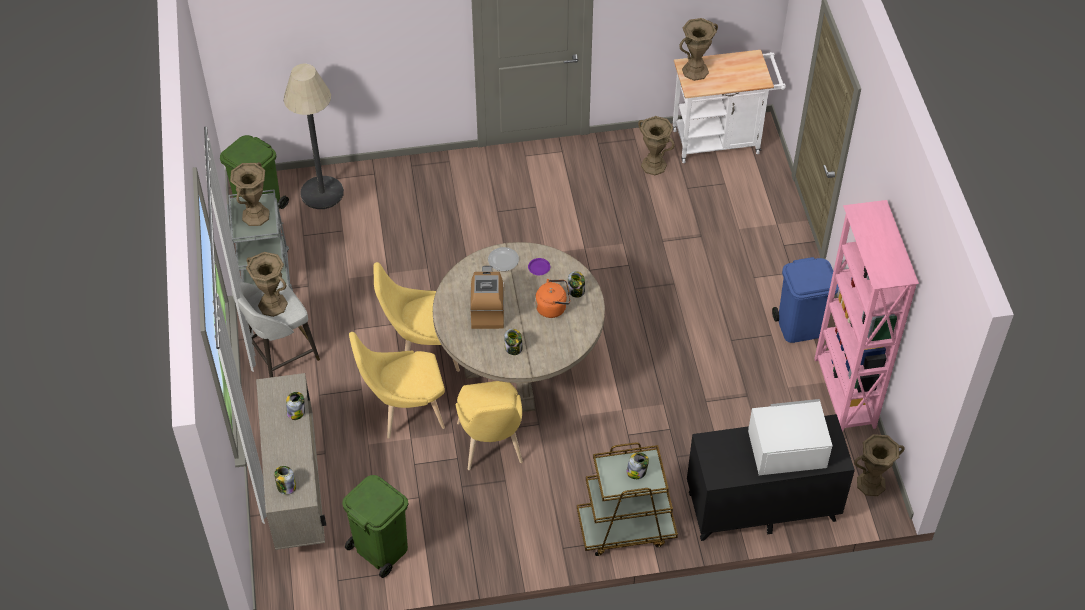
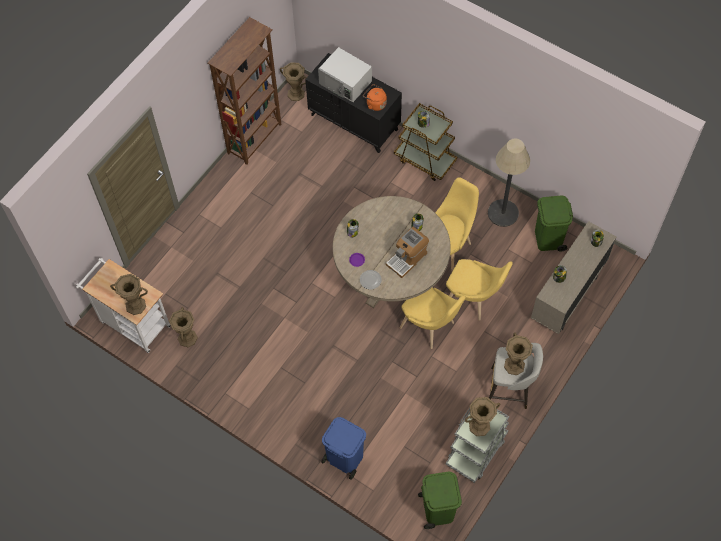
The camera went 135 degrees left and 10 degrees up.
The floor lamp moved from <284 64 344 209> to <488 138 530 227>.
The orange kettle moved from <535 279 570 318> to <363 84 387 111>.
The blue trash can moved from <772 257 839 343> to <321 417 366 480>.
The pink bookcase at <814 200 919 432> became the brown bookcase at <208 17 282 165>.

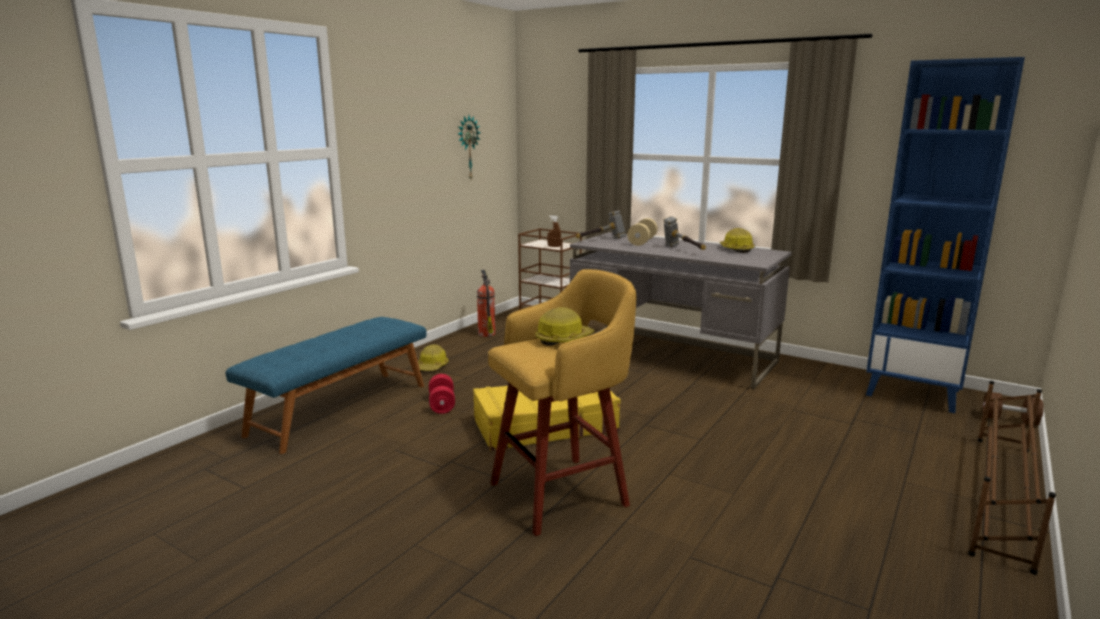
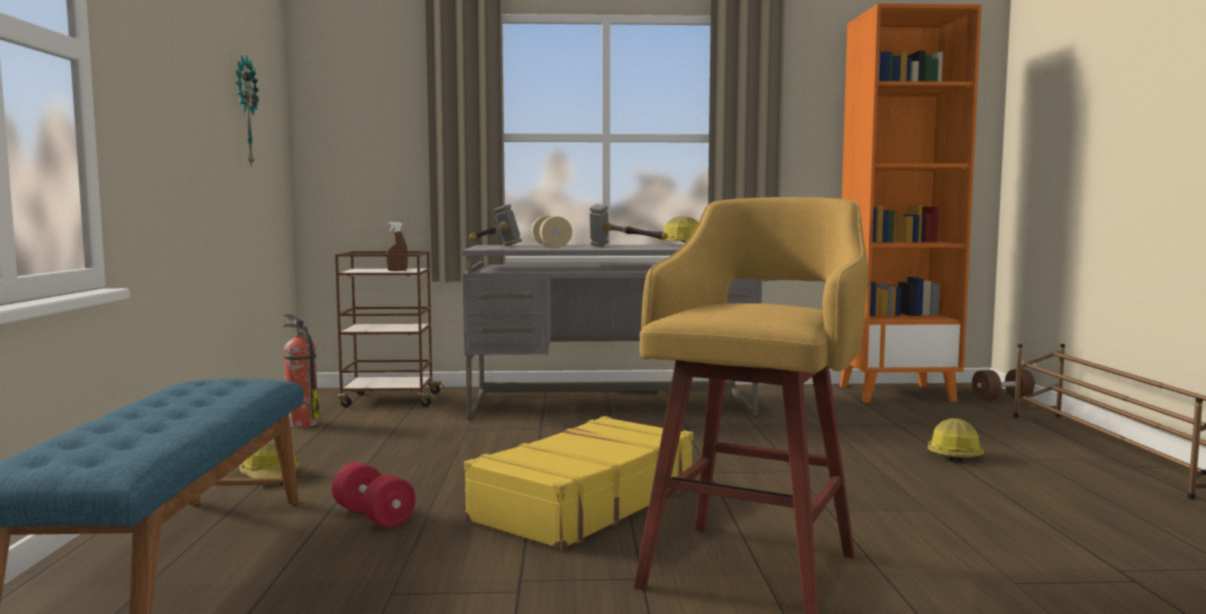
The camera went 35 degrees left and 10 degrees down.
The hard hat moved from <535 307 595 346> to <928 418 984 462>.
The blue bookcase at <866 57 1025 413> became the orange bookcase at <840 4 982 403>.

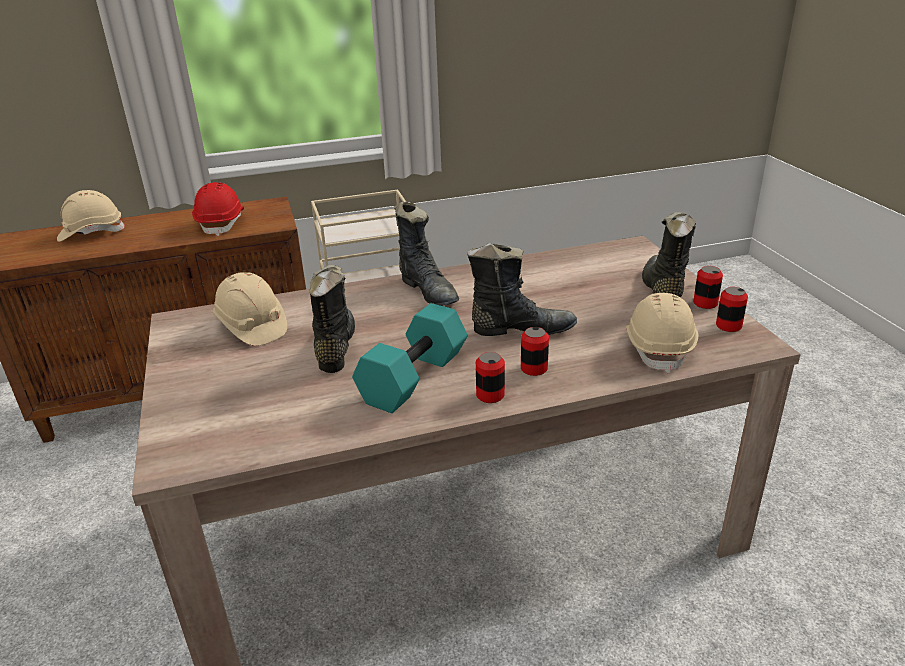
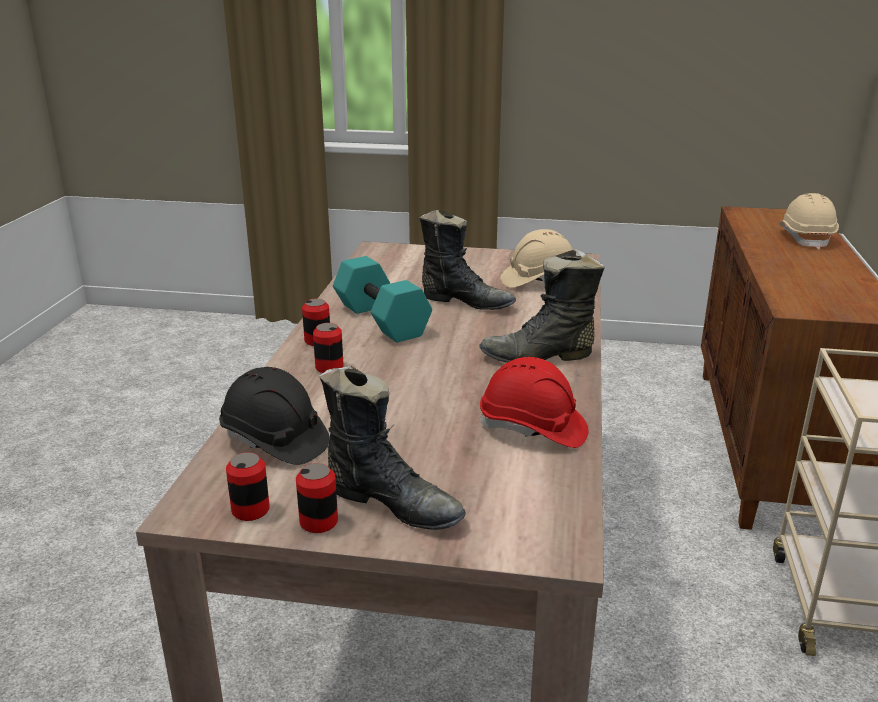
The camera went 115 degrees right and 5 degrees down.
The black boot at <467 243 577 336> disappeared.
The red hard hat moved from <192 182 244 236> to <479 357 589 448>.
The beige hard hat at <626 293 698 374> became the black hard hat at <219 367 330 465>.

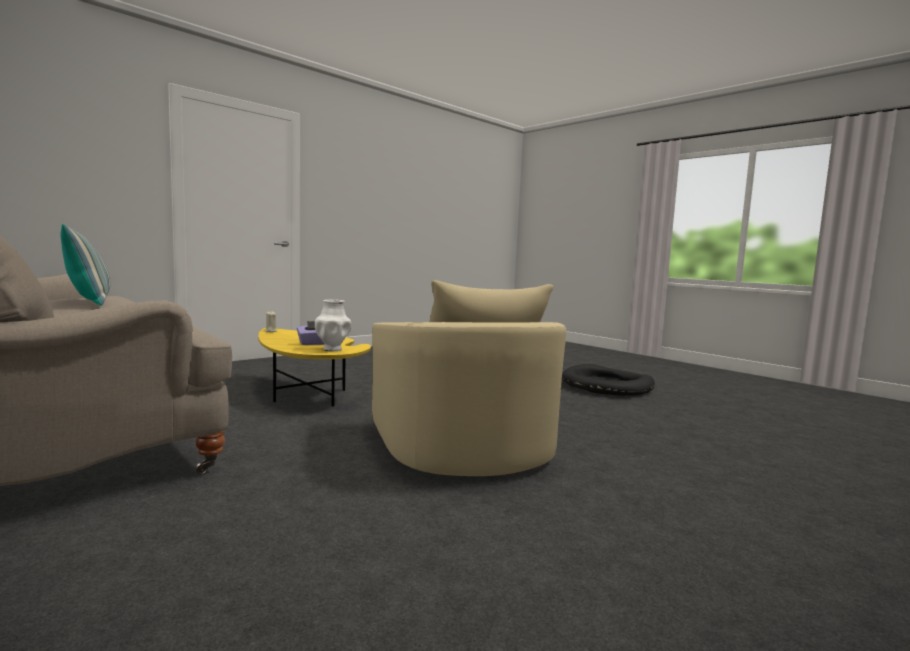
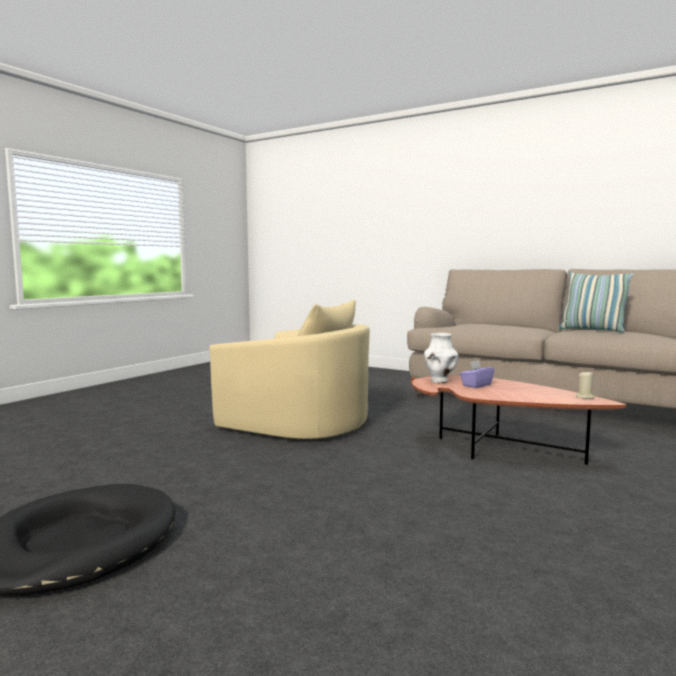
The camera went 165 degrees right and 0 degrees up.
The yellow coffee table at <258 328 371 407> became the brown coffee table at <412 375 627 465>.
The beige armchair at <372 280 566 476> turned 150 degrees clockwise.

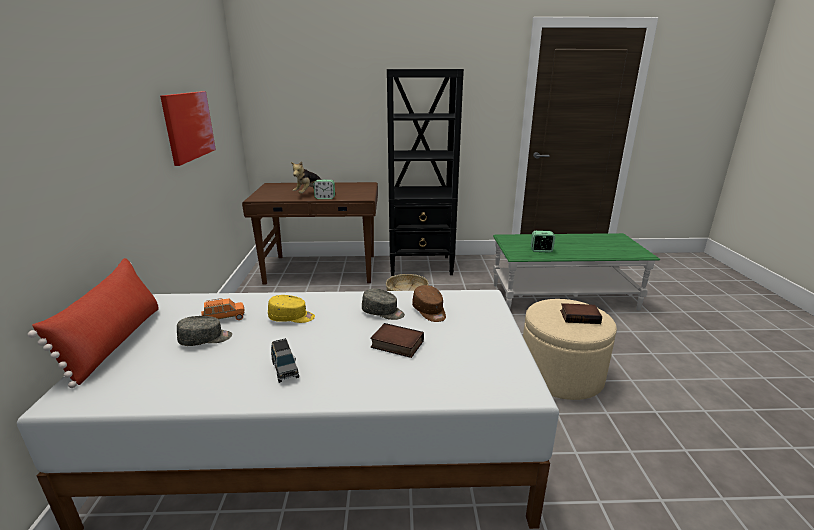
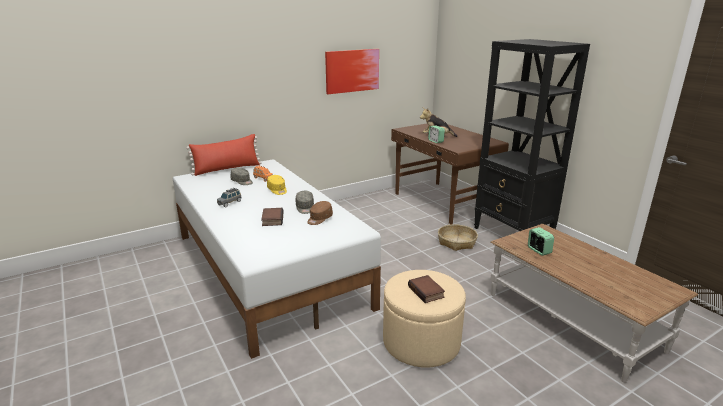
The camera went 60 degrees right and 0 degrees up.
The green coffee table at <493 233 660 311> became the brown coffee table at <490 224 698 383>.

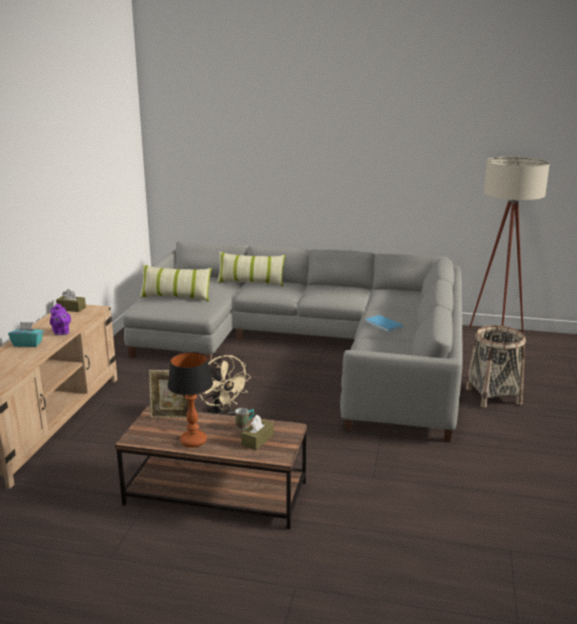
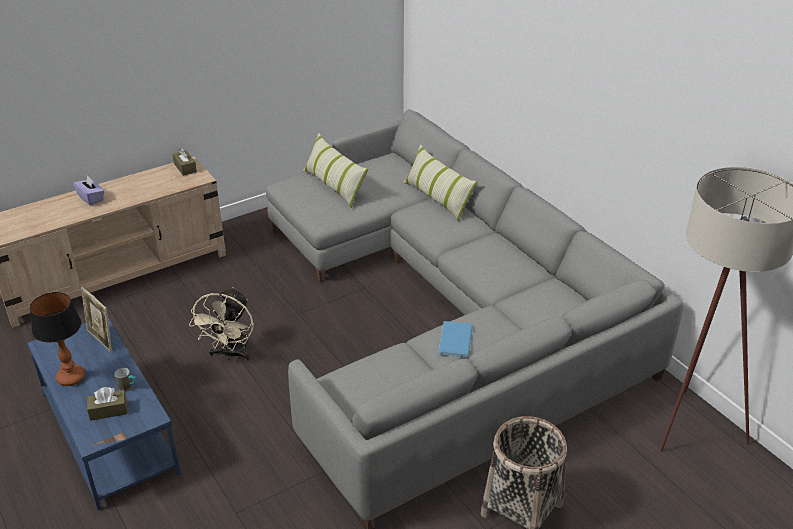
The camera went 45 degrees right and 15 degrees up.
The purple teapot at <50 303 71 335> disappeared.
The turquoise tissue box at <8 322 44 347> became the purple tissue box at <73 175 105 205>.
The brown coffee table at <115 406 307 529> became the blue coffee table at <27 318 181 511>.

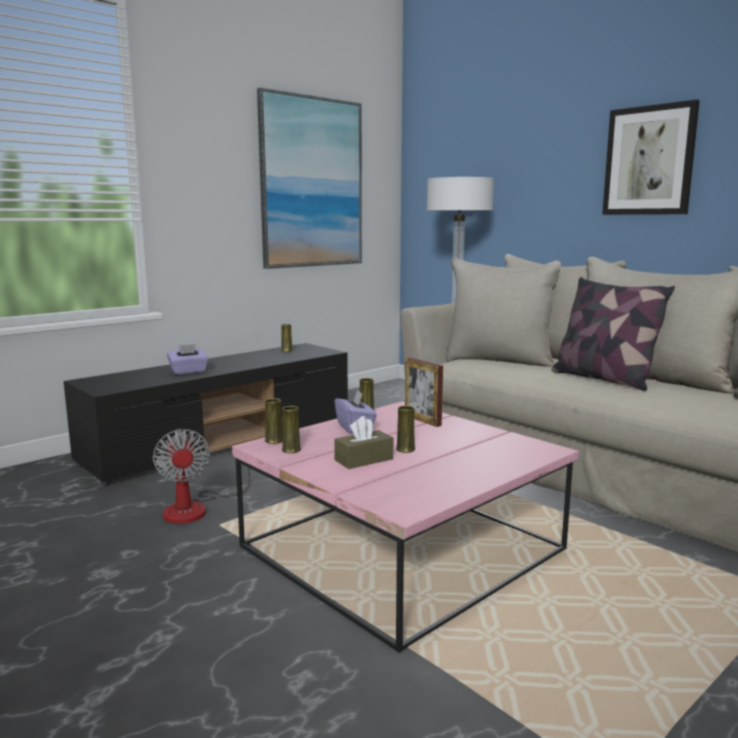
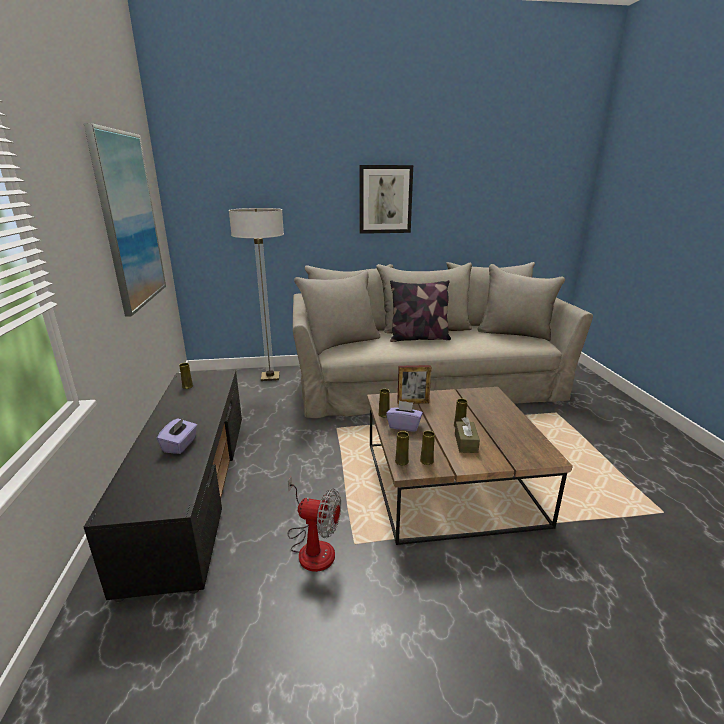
The camera went 55 degrees left and 10 degrees up.
The pink coffee table at <232 401 579 653> became the brown coffee table at <367 387 573 545>.

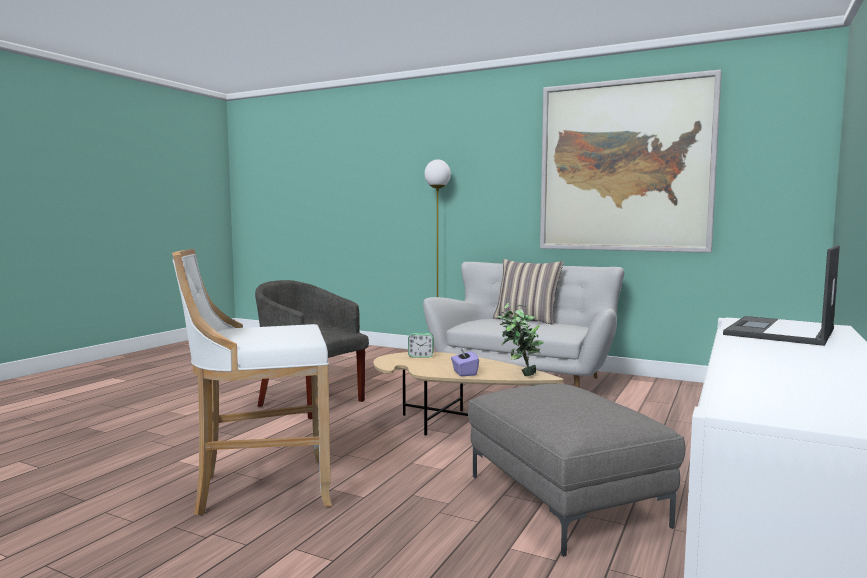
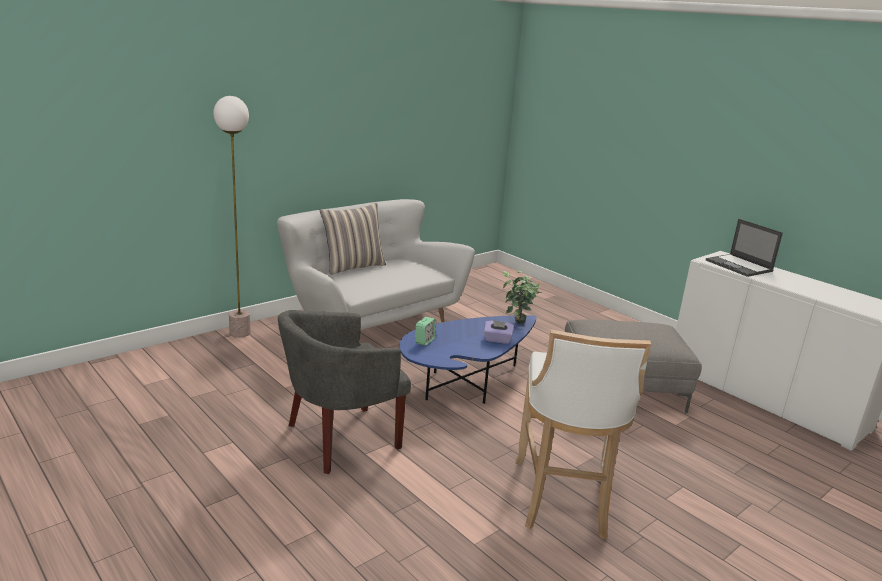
The camera went 70 degrees left and 15 degrees up.
The picture at <540 69 721 253> disappeared.
The beige coffee table at <373 352 564 435> became the blue coffee table at <400 315 537 404>.

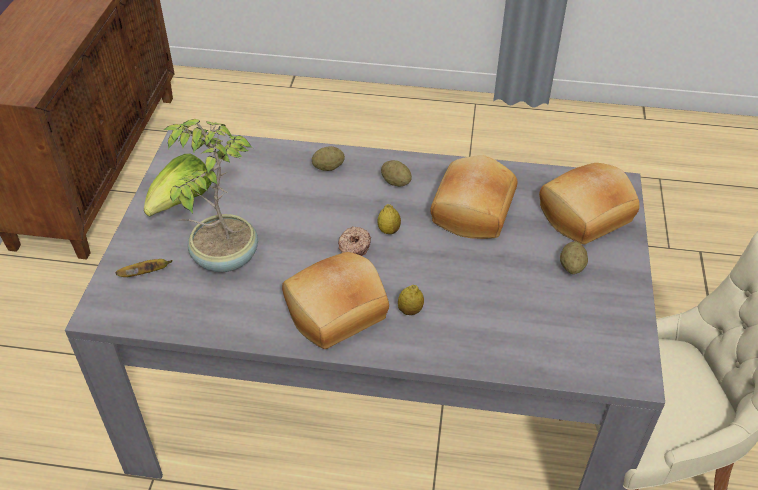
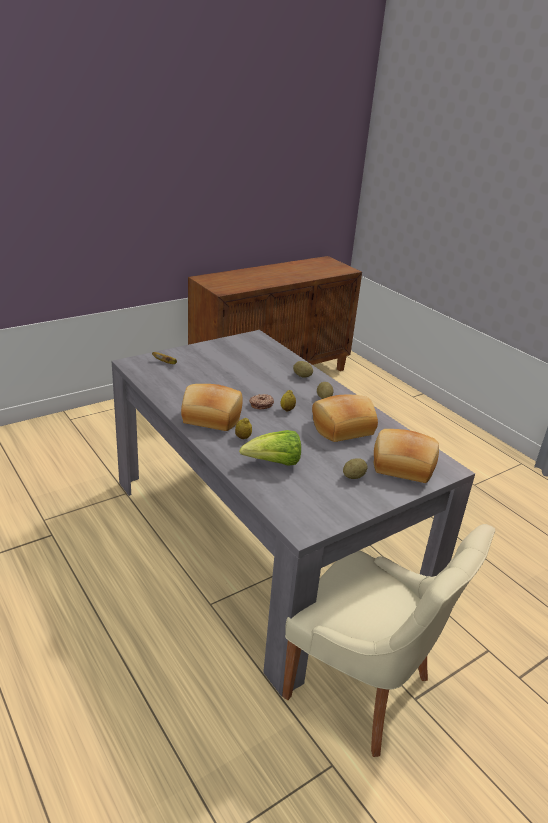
The camera went 45 degrees right and 15 degrees down.
The potted plant at <163 119 258 272> disappeared.
The lettuce moved from <144 154 212 217> to <239 430 301 466>.

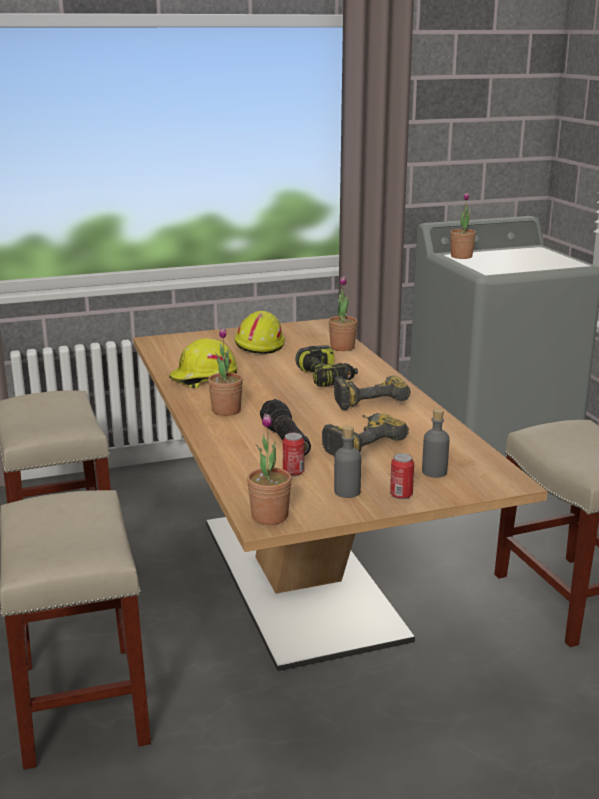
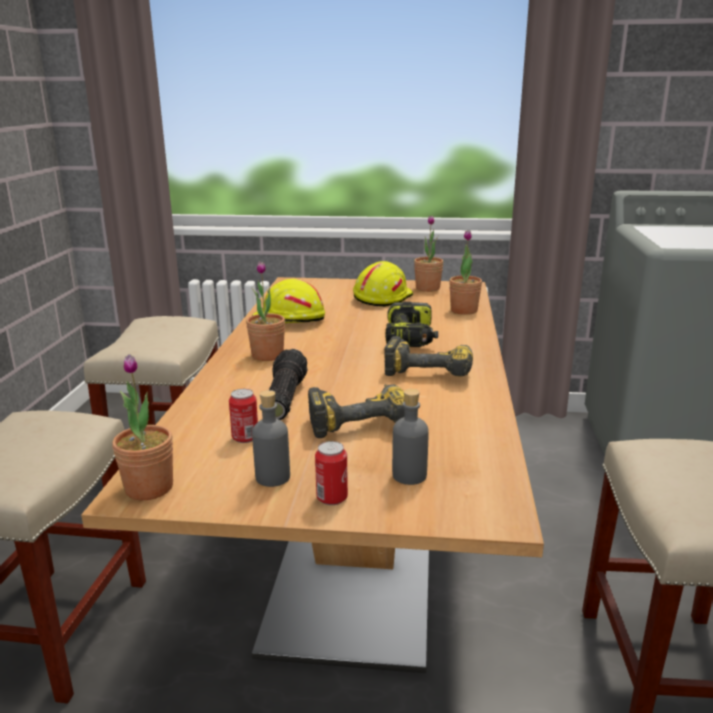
The camera went 25 degrees right and 0 degrees up.
The potted plant moved from <450 192 476 259> to <414 215 444 292>.

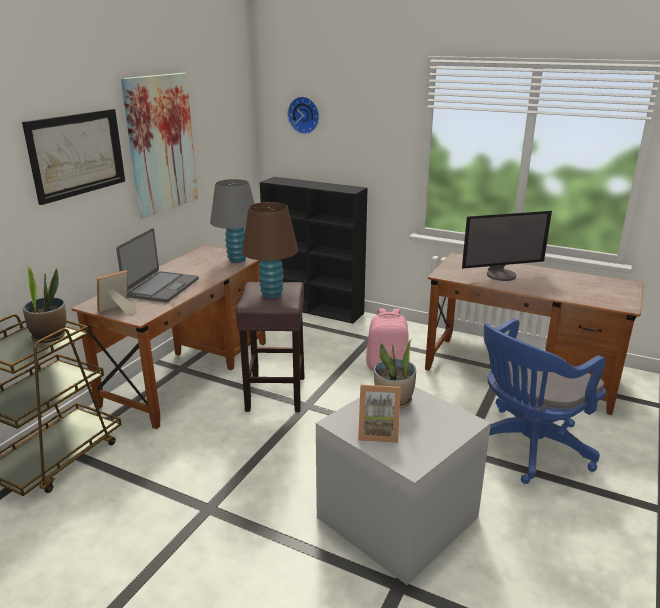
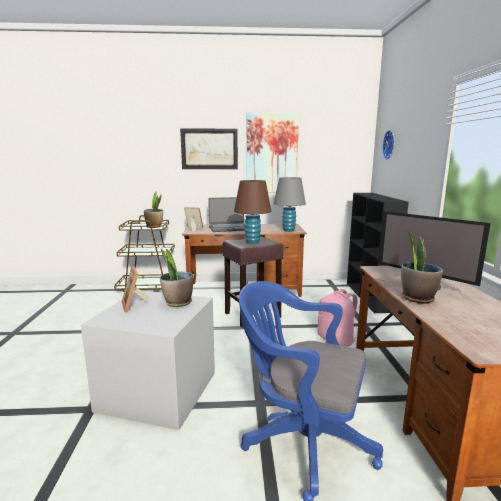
The camera went 60 degrees right and 10 degrees down.
The potted plant at <401 231 443 304> appeared.

